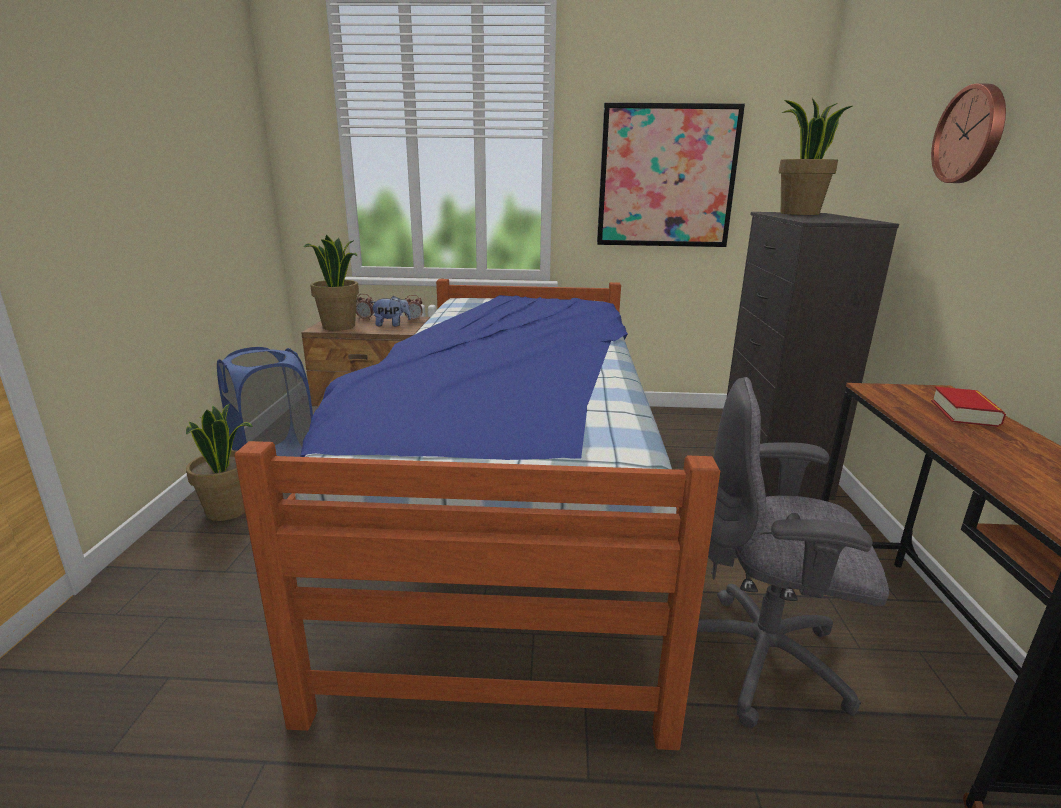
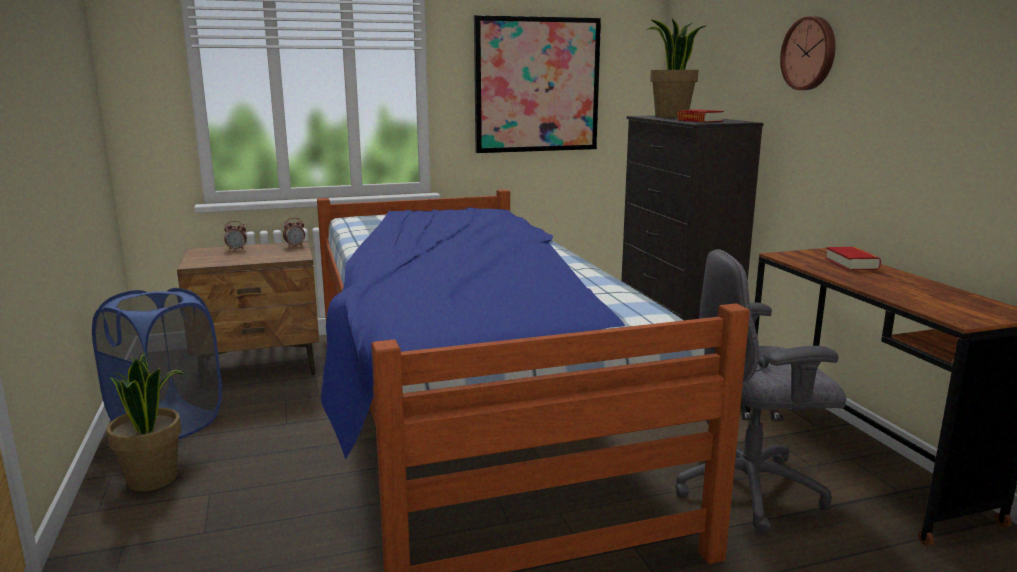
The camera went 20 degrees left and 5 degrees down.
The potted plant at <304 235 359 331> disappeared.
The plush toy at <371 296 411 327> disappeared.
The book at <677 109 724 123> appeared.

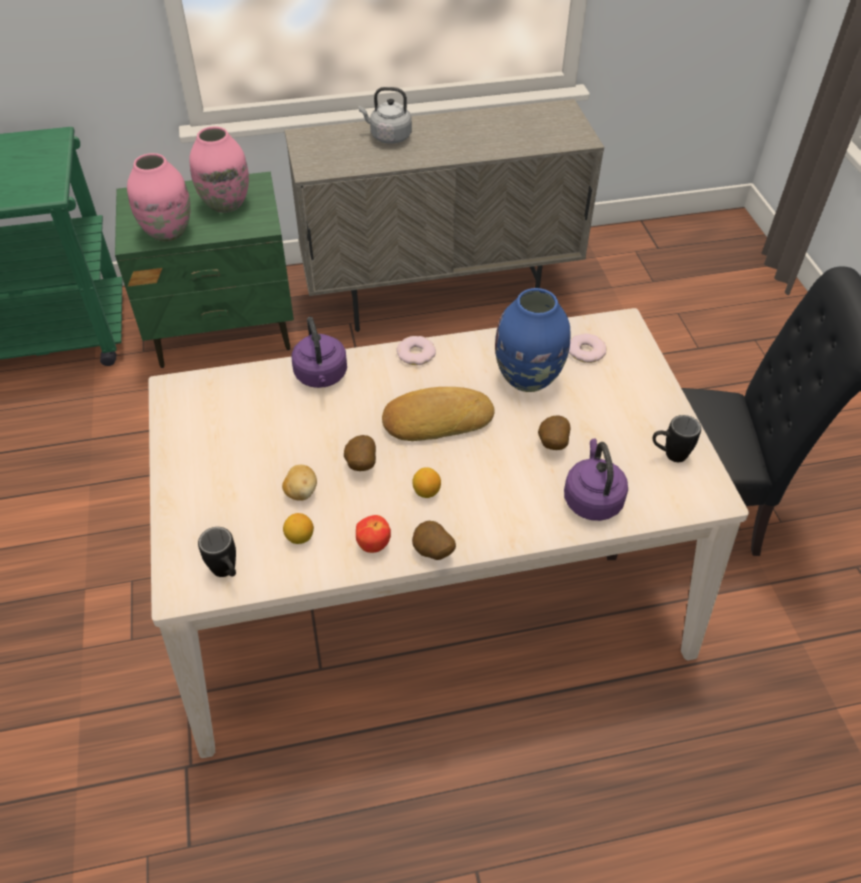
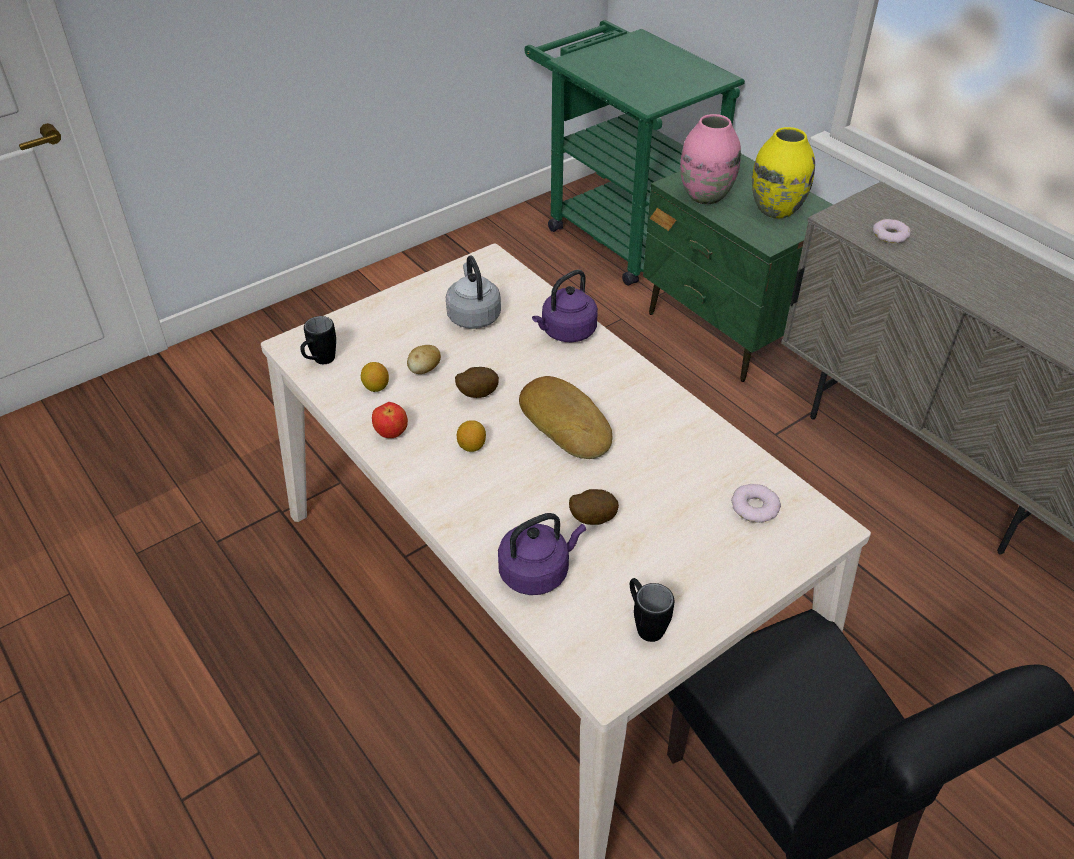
The camera went 65 degrees right and 5 degrees down.
The potato at <412 521 456 560> disappeared.
The blue vase at <495 288 570 392> disappeared.
The grey kettle moved from <359 87 412 144> to <446 256 501 329>.
The donut moved from <396 336 436 365> to <873 219 911 243>.
The pink vase at <189 126 249 213> became the yellow vase at <752 127 815 219>.

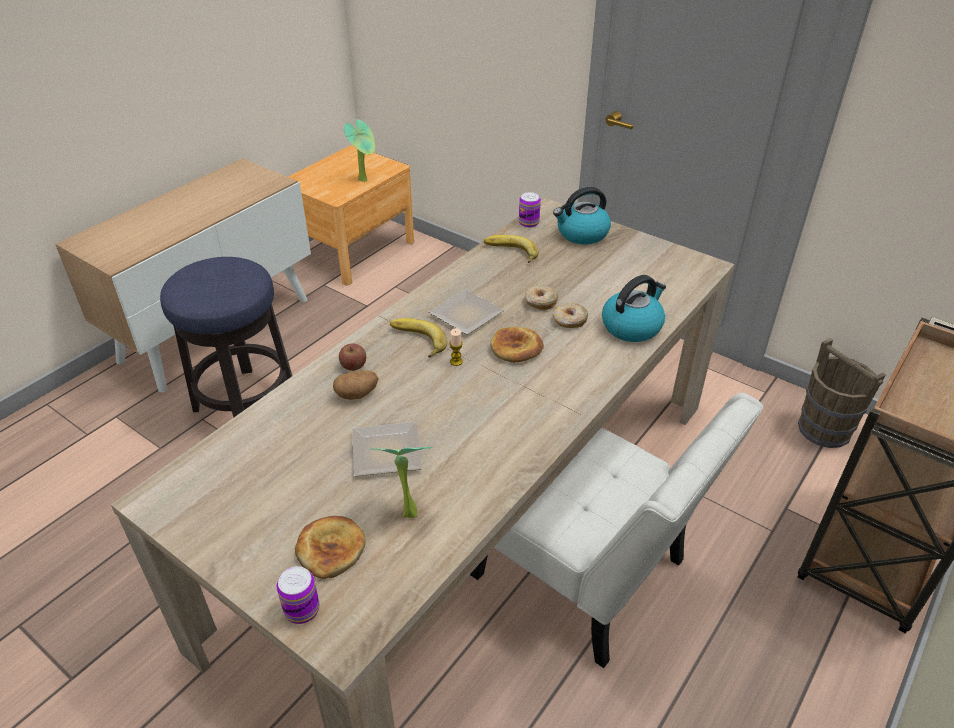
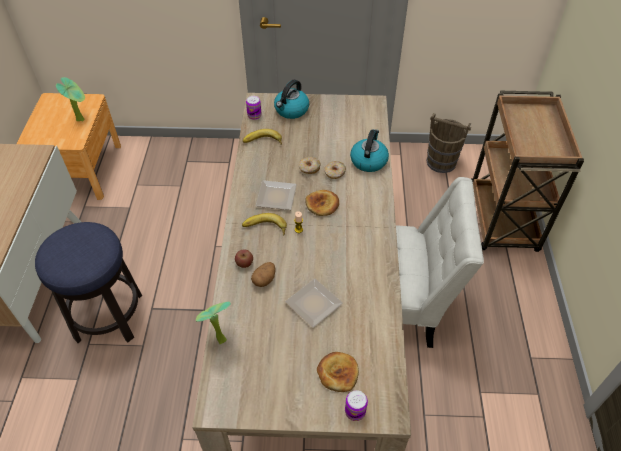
The camera went 35 degrees left and 10 degrees up.
The potted plant moved from <370 447 432 518> to <196 302 231 344>.

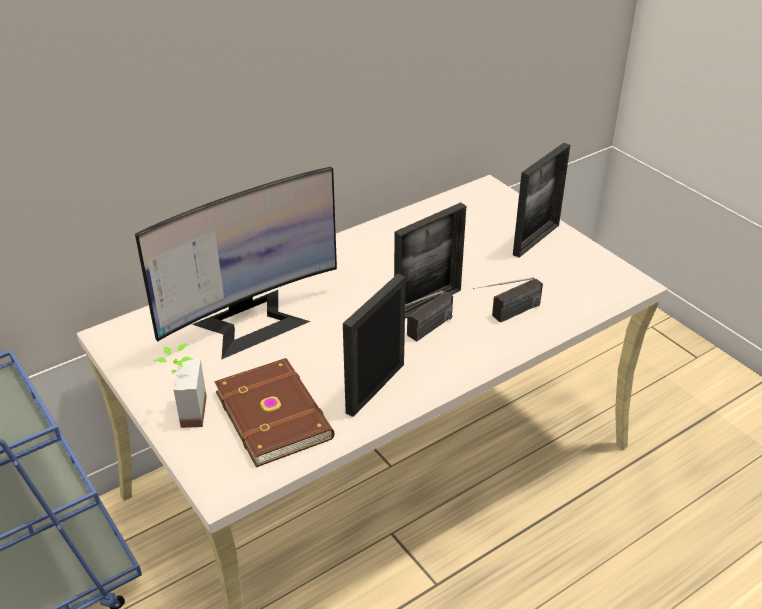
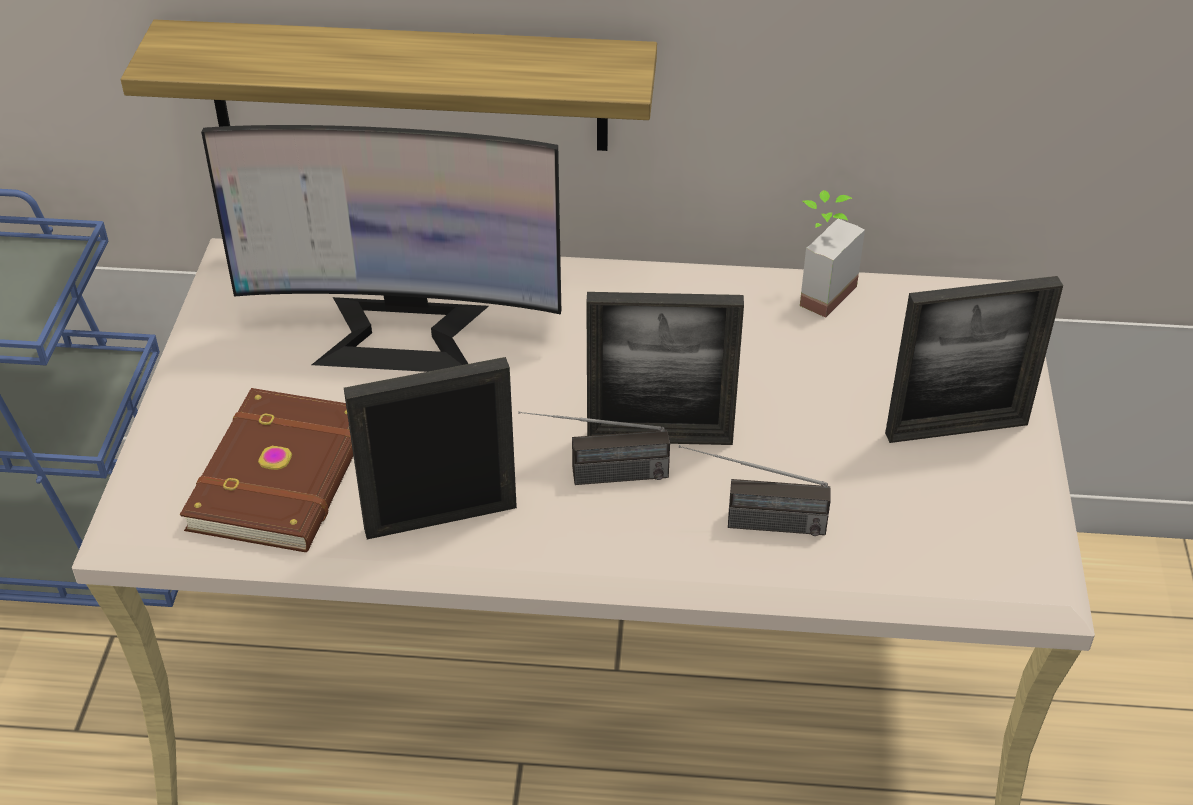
The camera went 40 degrees right and 5 degrees up.
The shelf at <121 19 657 151> appeared.
The potted plant moved from <154 344 207 428> to <800 190 865 318>.

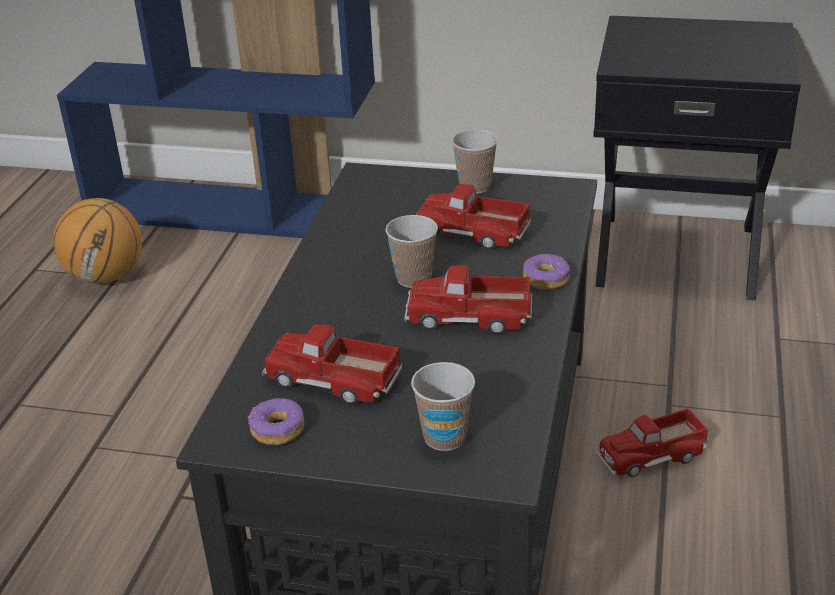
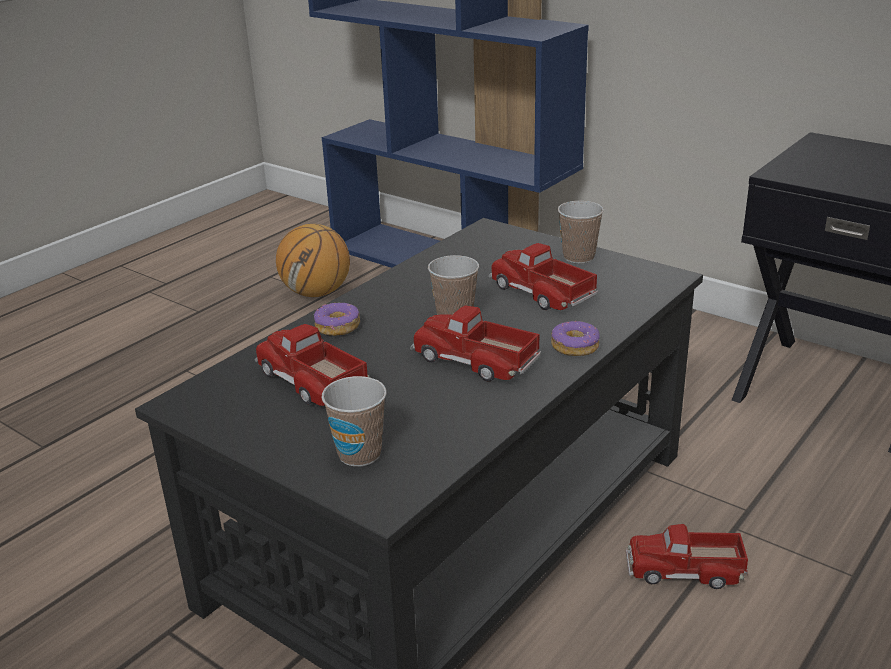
The camera went 25 degrees right and 5 degrees down.
The donut moved from <248 398 304 445> to <314 303 360 336>.

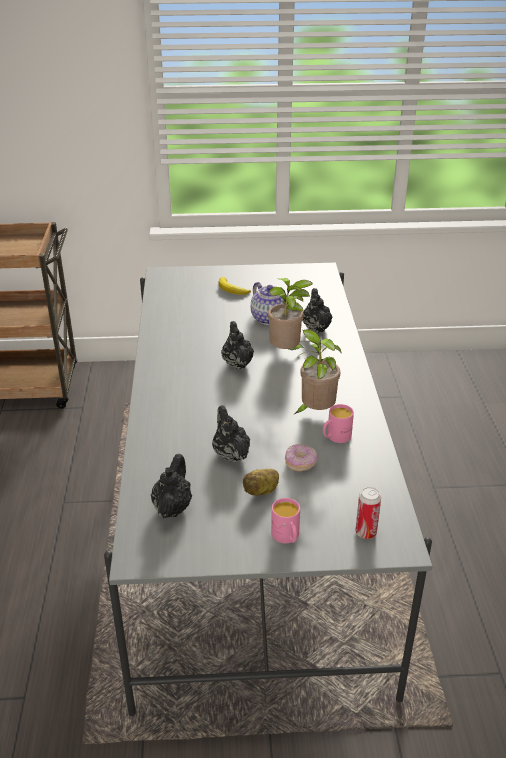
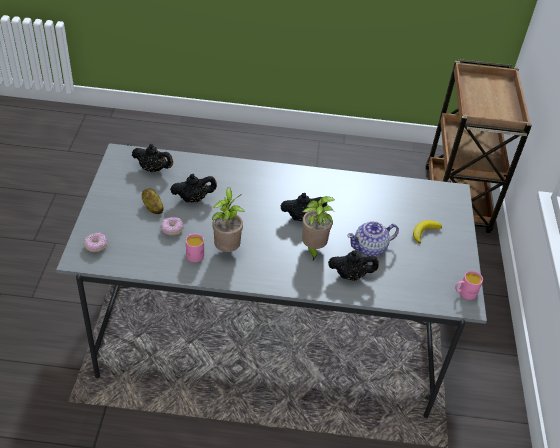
The camera went 95 degrees right and 10 degrees up.
The pink mug moved from <271 498 300 543> to <455 271 483 300>.
The can at <355 487 381 539> was replaced by the donut at <84 232 107 252>.

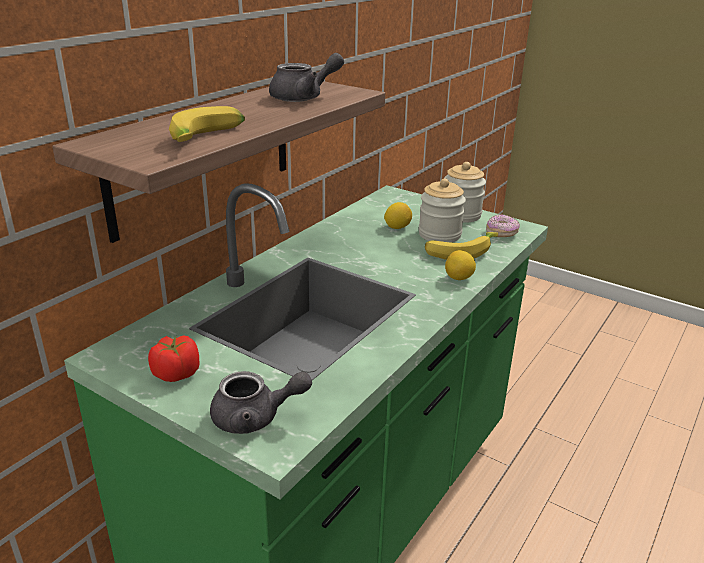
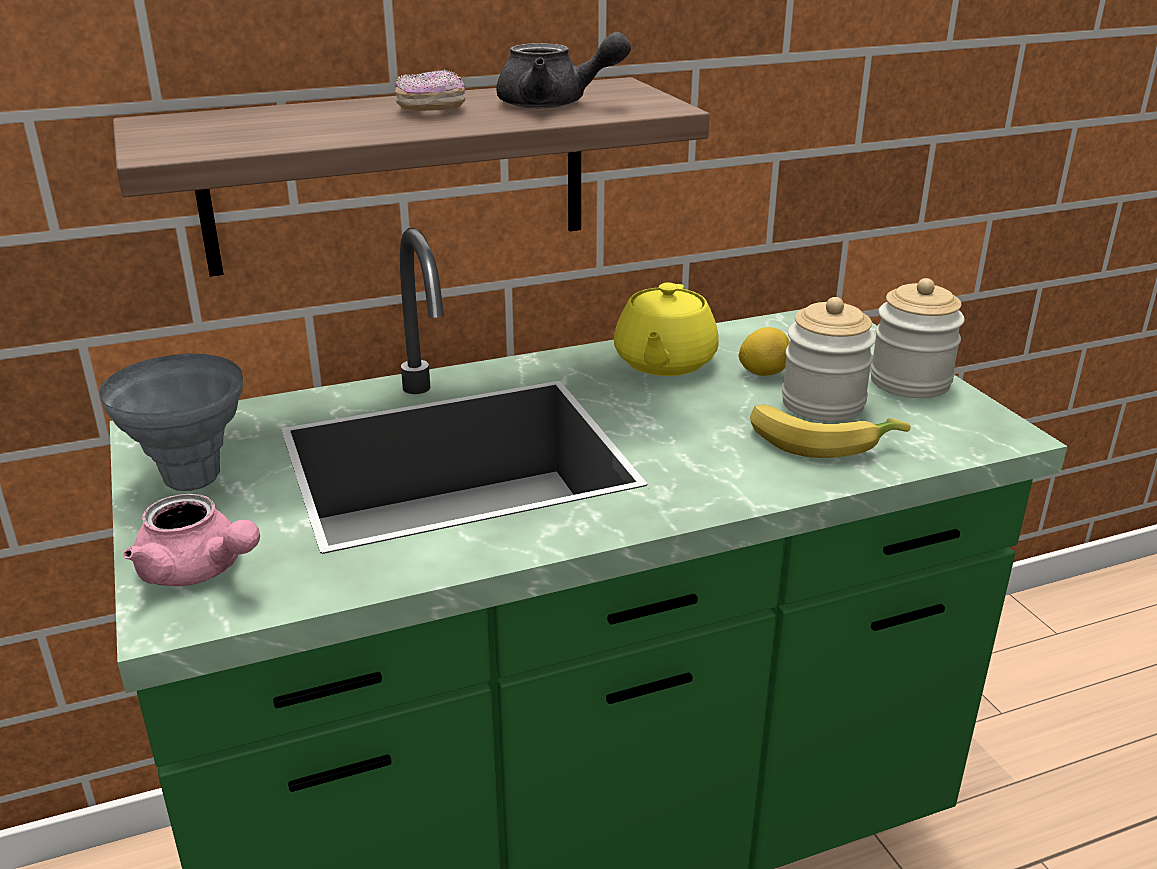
The camera went 35 degrees right and 0 degrees up.
The banana at <169 106 245 142> disappeared.
The lemon at <445 250 476 280> disappeared.
The yellow teapot at <614 283 719 376> appeared.
The donut moved from <486 214 520 237> to <395 70 465 111>.
The tomato at <148 335 199 382> was replaced by the grey vase at <99 353 243 491>.
The grey teapot at <210 371 312 434> became the pink teapot at <123 493 260 586>.

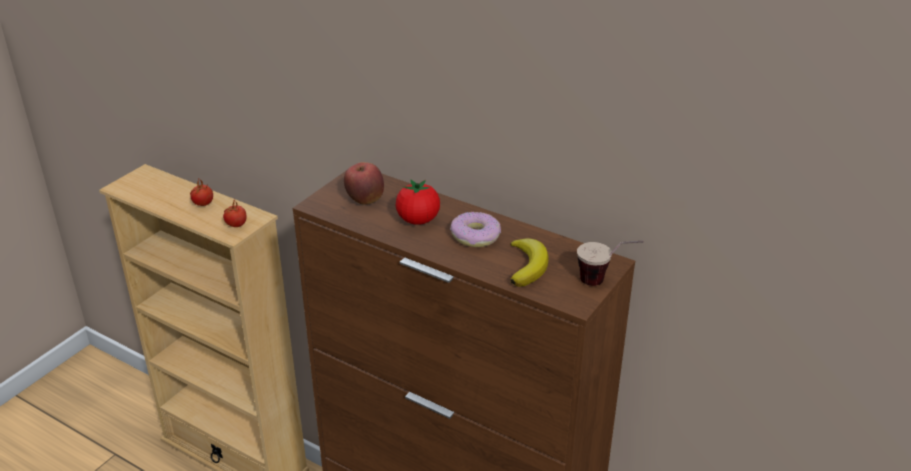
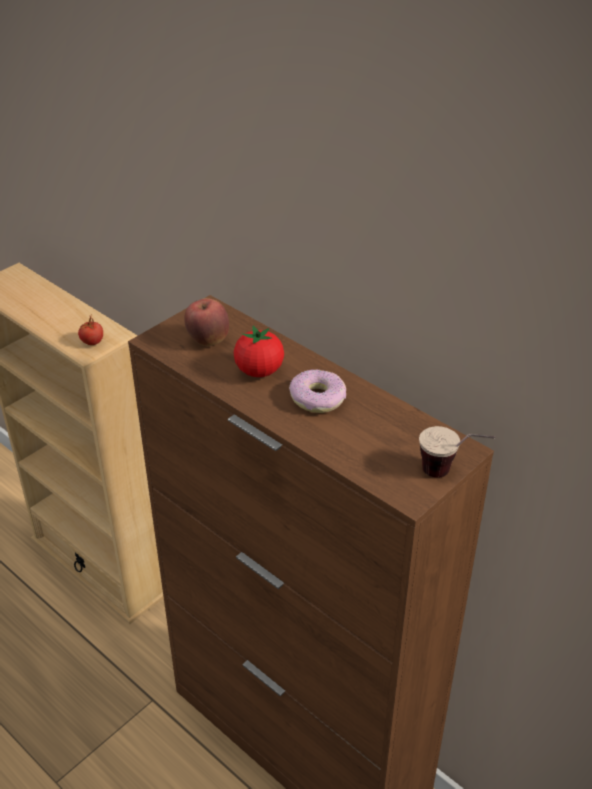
The camera went 10 degrees right and 5 degrees up.
The tomato at <190 178 213 206> disappeared.
The banana at <510 238 549 287> disappeared.

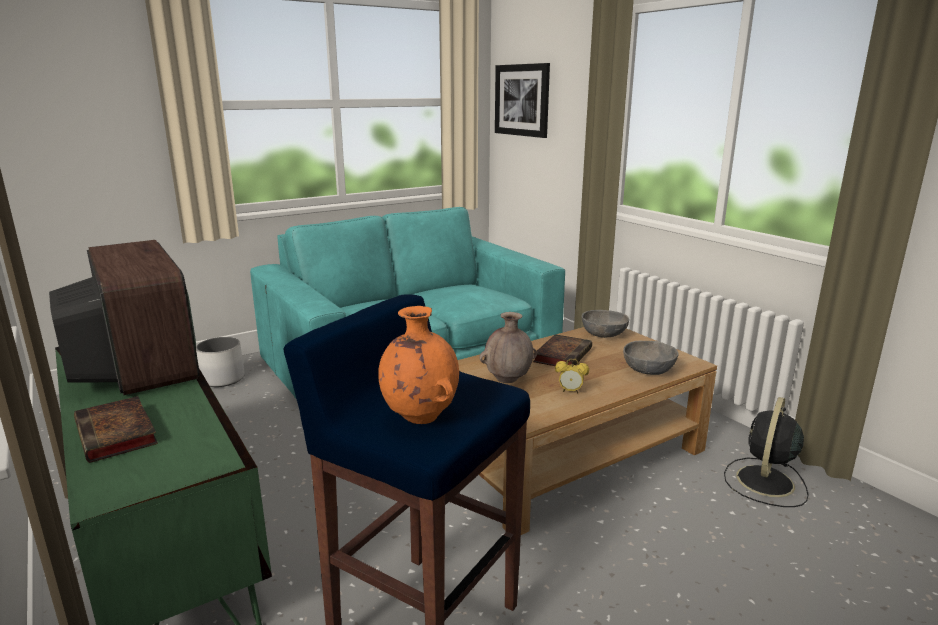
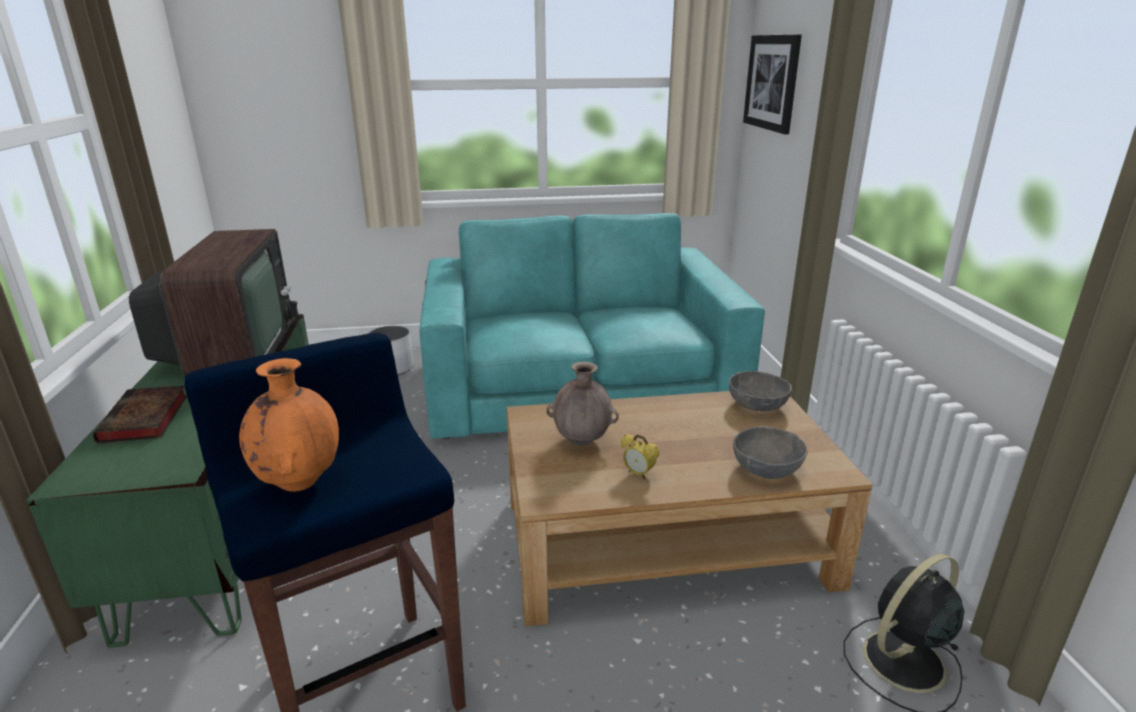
The camera went 25 degrees right and 5 degrees up.
The book at <533 334 592 366> disappeared.

